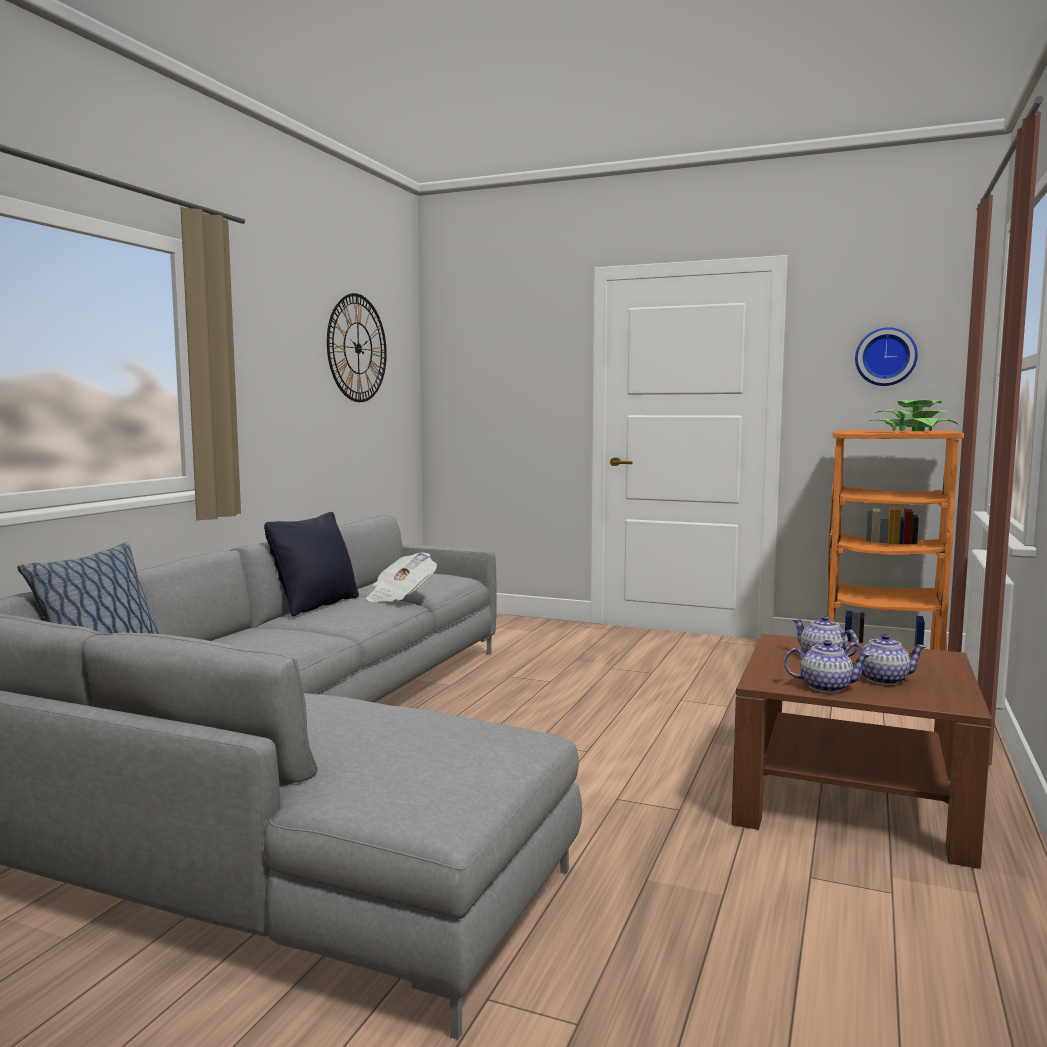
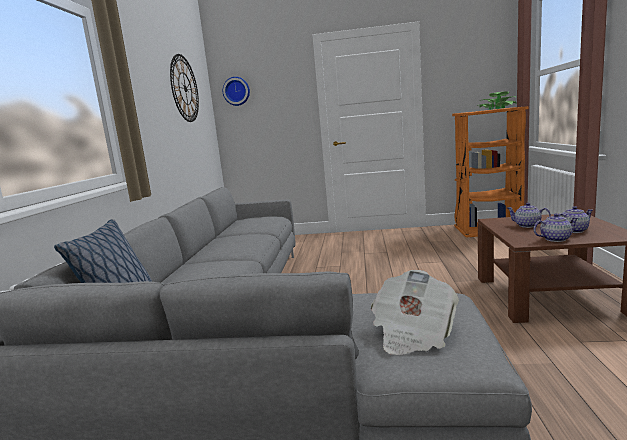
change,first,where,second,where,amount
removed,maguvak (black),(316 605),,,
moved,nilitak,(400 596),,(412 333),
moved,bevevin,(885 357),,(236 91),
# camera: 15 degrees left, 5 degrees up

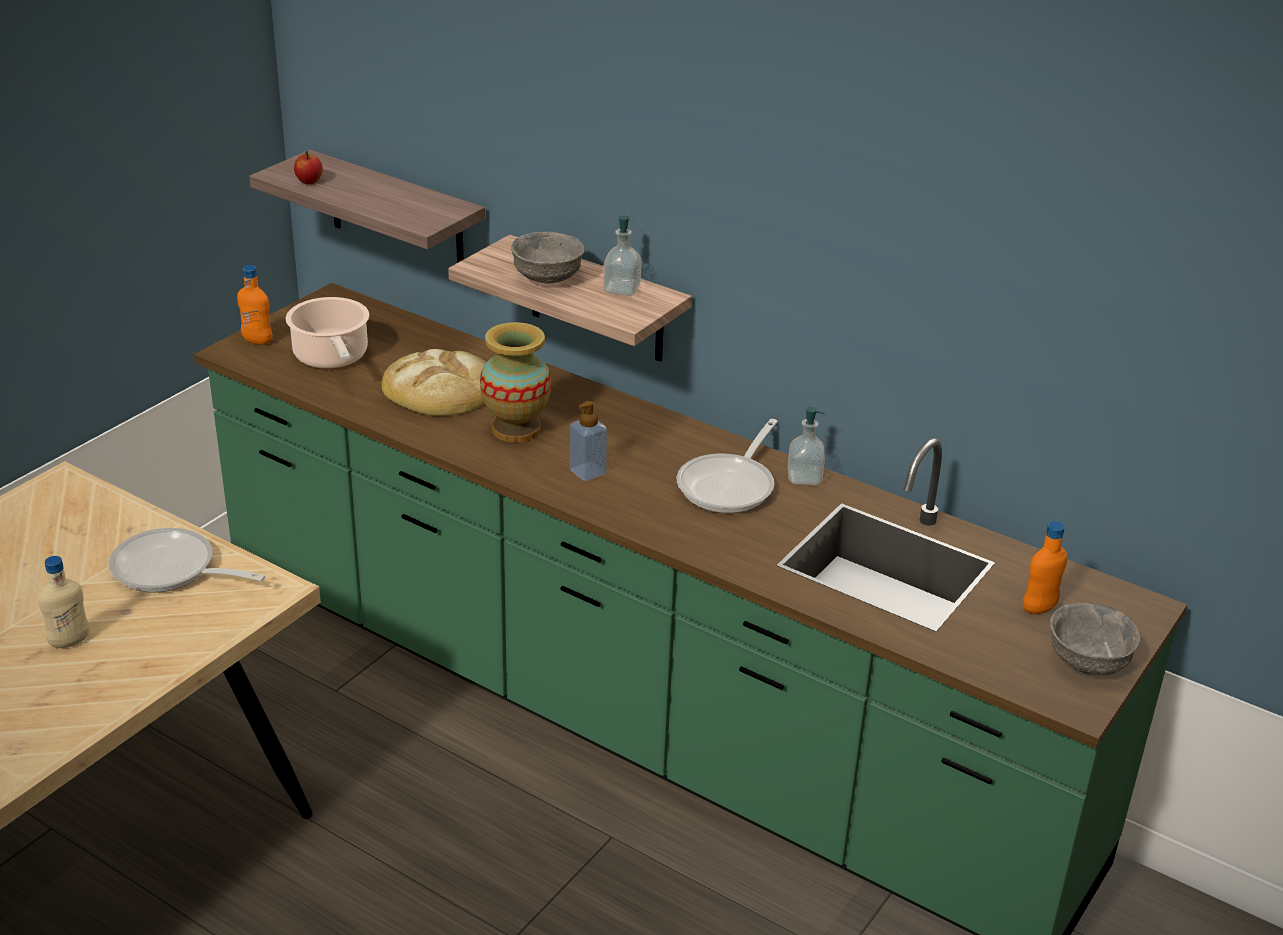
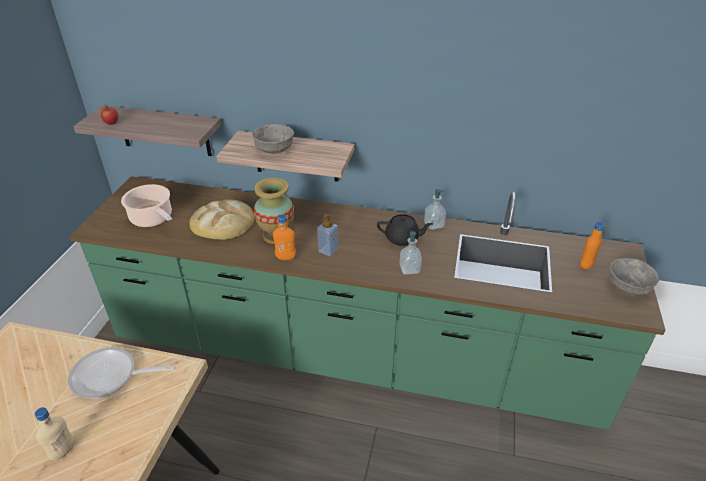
change,first,where,second,where,amount
moved,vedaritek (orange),(257 341),,(286 257),
moved,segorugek,(622 289),,(409 269),
replaced,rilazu,(730 485),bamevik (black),(402 238),
# camera: 20 degrees left, 5 degrees up

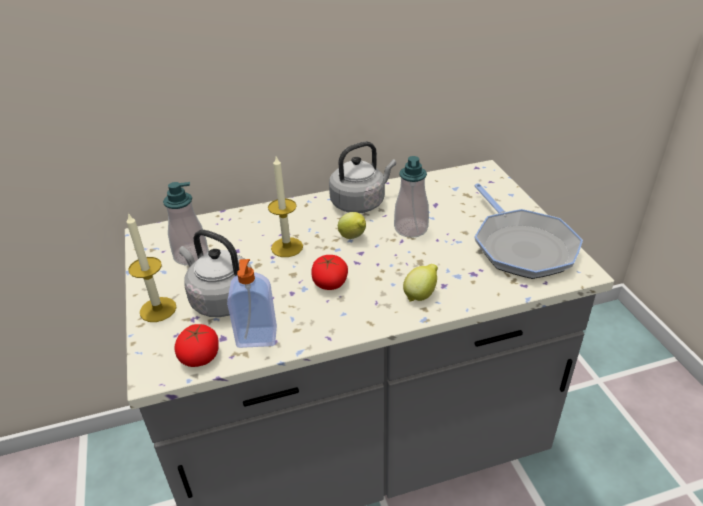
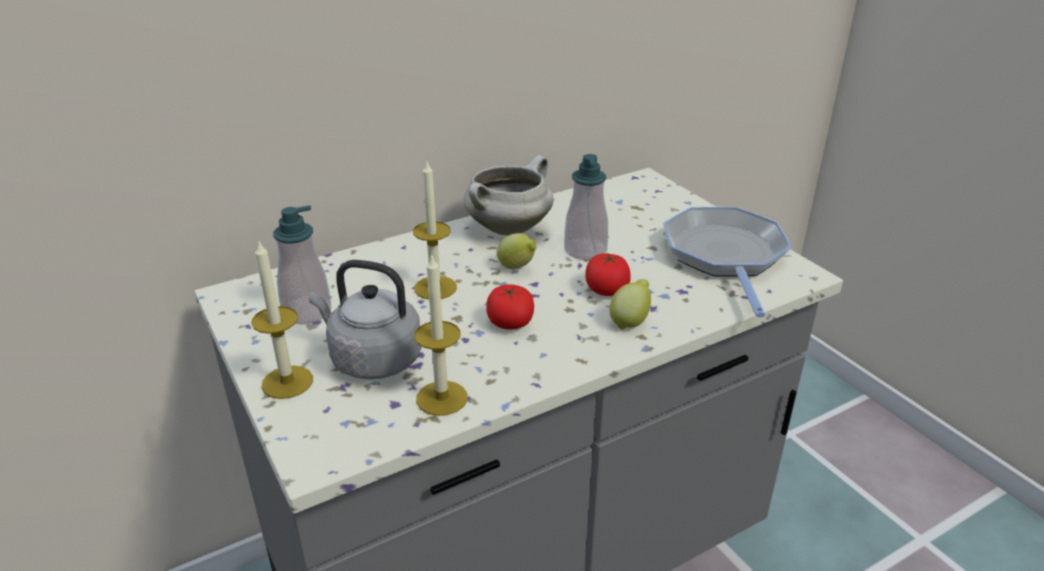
change,first,where,second,where,amount
moved,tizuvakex,(200 356),,(606 289),
replaced,segorugek,(257 338),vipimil,(442 398),
replaced,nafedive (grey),(360 202),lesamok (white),(509 228),
turned,rilazu,(521 246),,(725 256),150 degrees counterclockwise
# camera: 15 degrees left, 5 degrees down

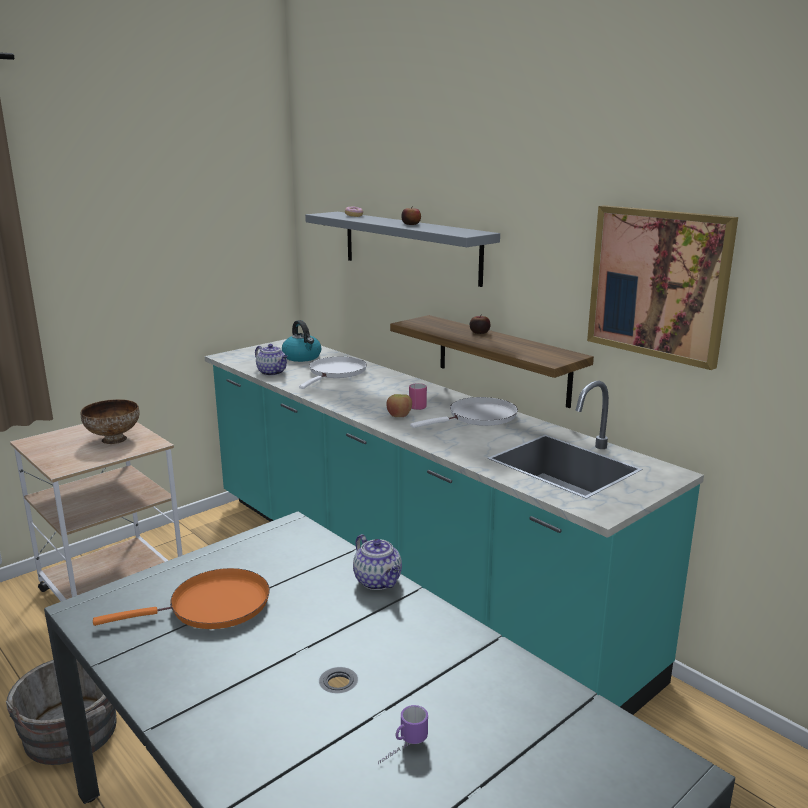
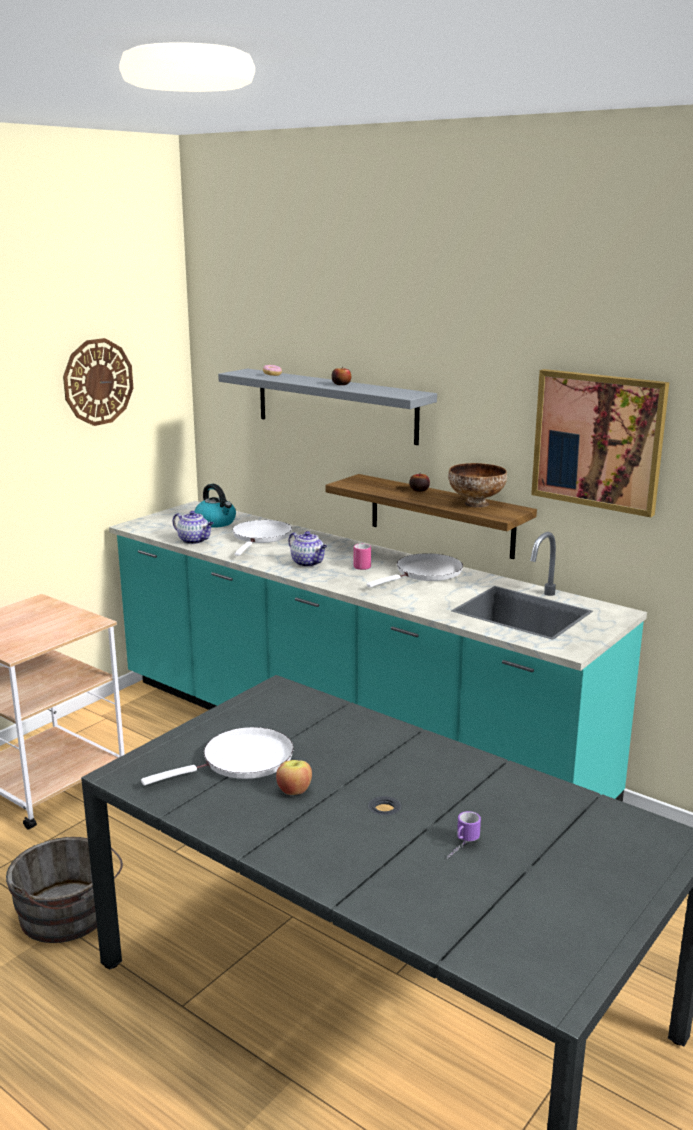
change,first,where,second,where,amount
moved,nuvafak,(113 439),,(475 504),
recoloured,rilazu (orange),(213 606),rilazu (white),(242 761),
moved,bamevik,(378 581),,(308 563),
moved,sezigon,(399 415),,(294 790),
added,,,bevevin,(98 382),
# camera: 10 degrees left, 0 degrees up

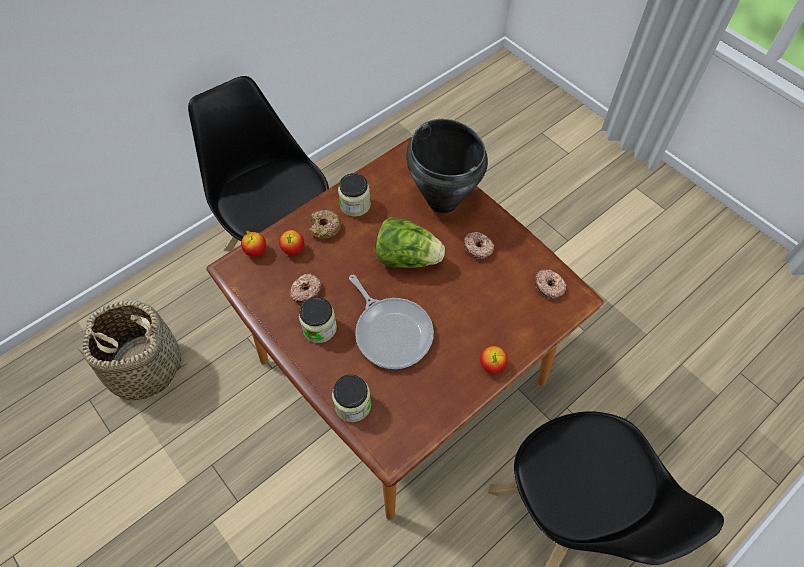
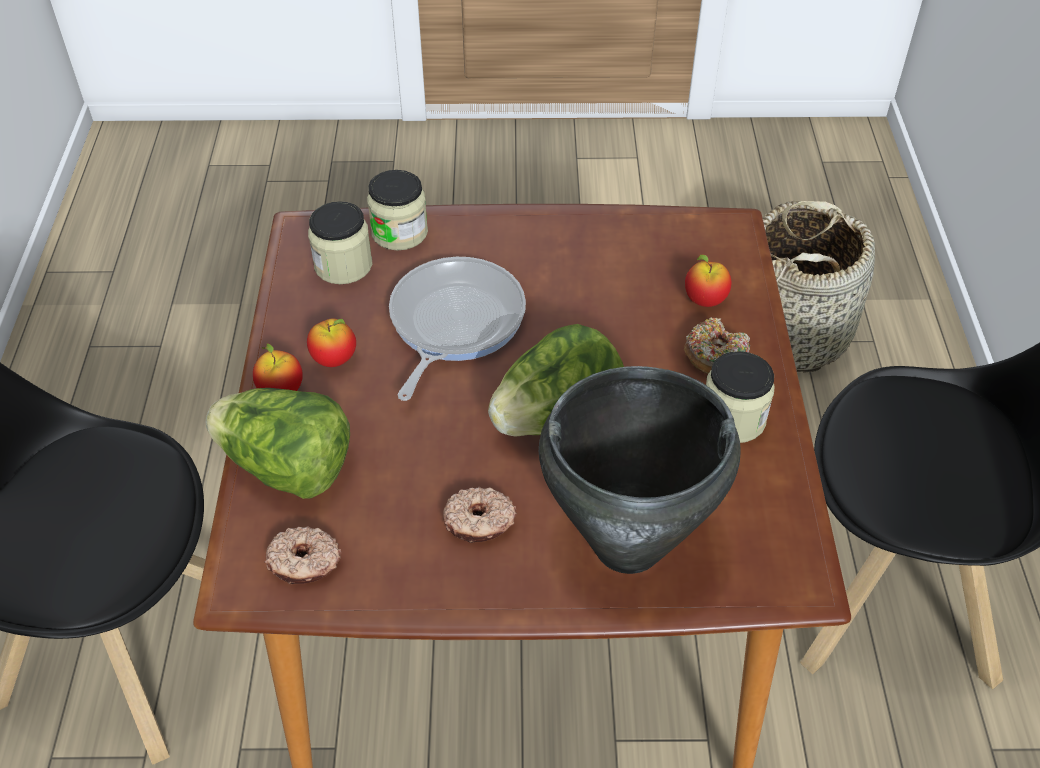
change,first,where,second,where,amount
moved,sezigon,(255 251),,(334 359),
removed,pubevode,(306 291),,,
moved,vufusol,(319 328),,(343 265),
turned,rilazu,(391 332),,(453 323),105 degrees clockwise
added,,,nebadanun,(287 468),
# camera: 130 degrees right, 10 degrees down

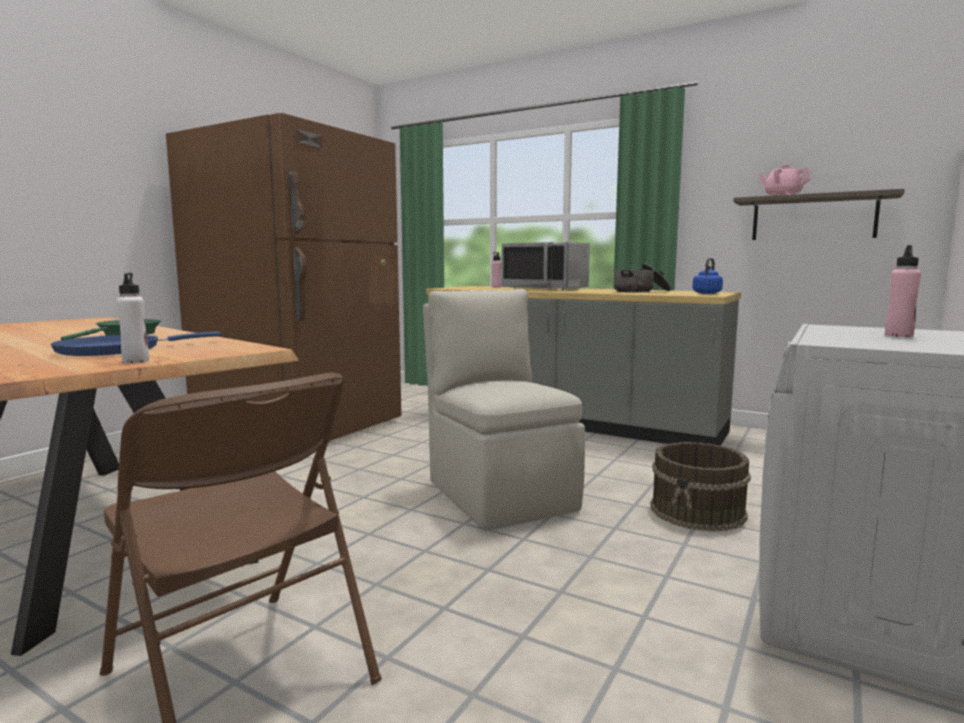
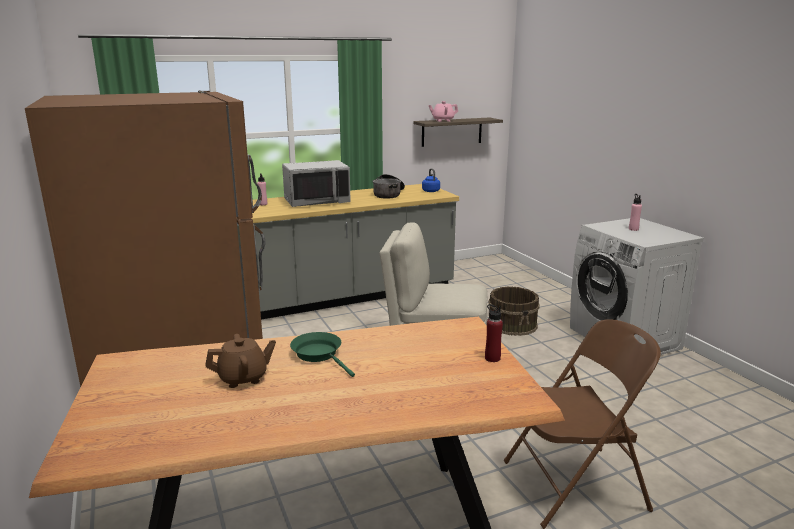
change,first,where,second,where,amount
removed,rilazu (blue),(116 350),,,
recoloured,vedaritek (white),(136 361),vedaritek (red),(492 358),
added,,,bamevik (brown),(243 378),
# camera: 55 degrees left, 10 degrees up

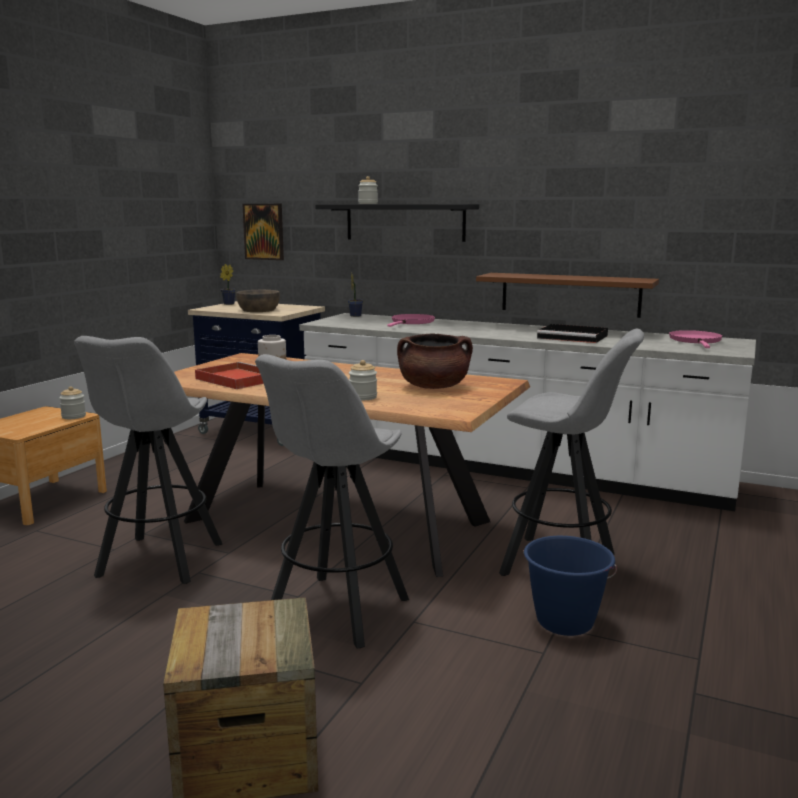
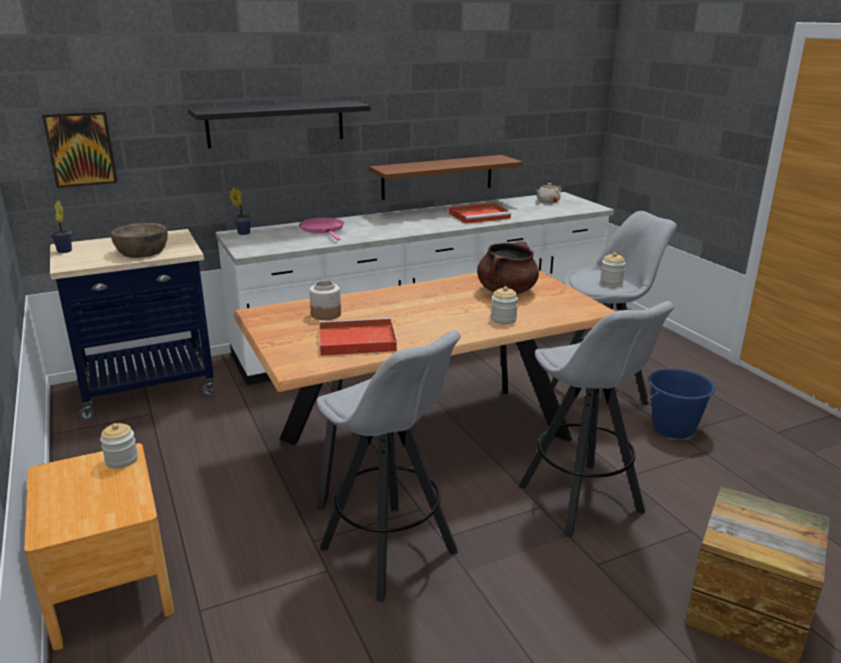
change,first,where,second,where,amount
moved,vufusol,(368 203),,(611 281),
recoloured,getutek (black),(574 337),getutek (red),(480 216),
replaced,rilazu (pink),(696 341),bamevik (beige),(547 201),
# camera: 50 degrees left, 10 degrees up

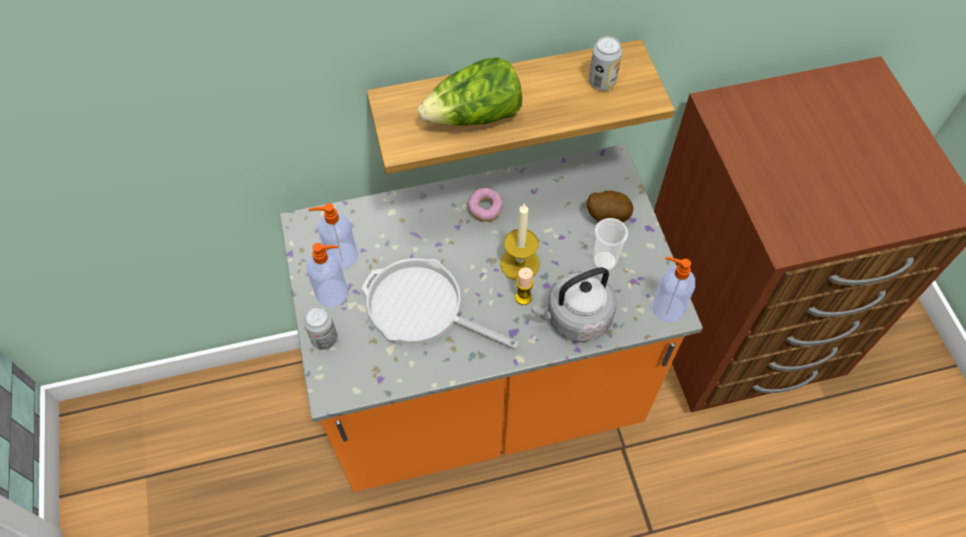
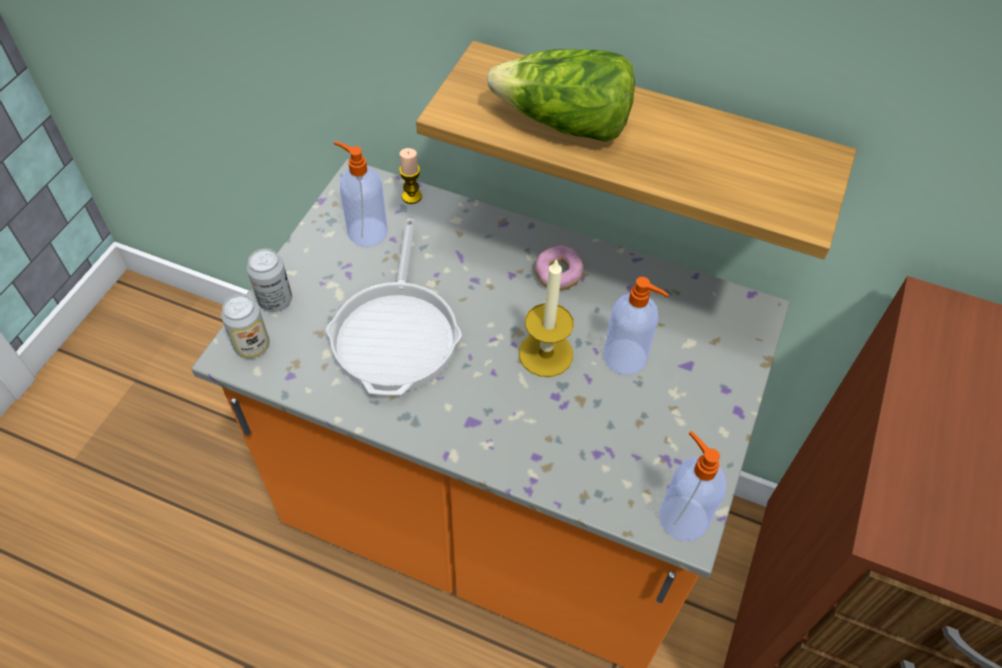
change,first,where,second,where,amount
moved,segorugek,(333 293),,(626 358),
turned,rilazu,(421 309),,(397 333),150 degrees counterclockwise
moved,vipimil,(523 297),,(411 196),
removed,nafedive (grey),(575 318),,,
removed,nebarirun,(607 216),,,
moved,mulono,(602 82),,(252 346),
removed,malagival,(604 261),,,
# camera: 35 degrees right, 5 degrees down

